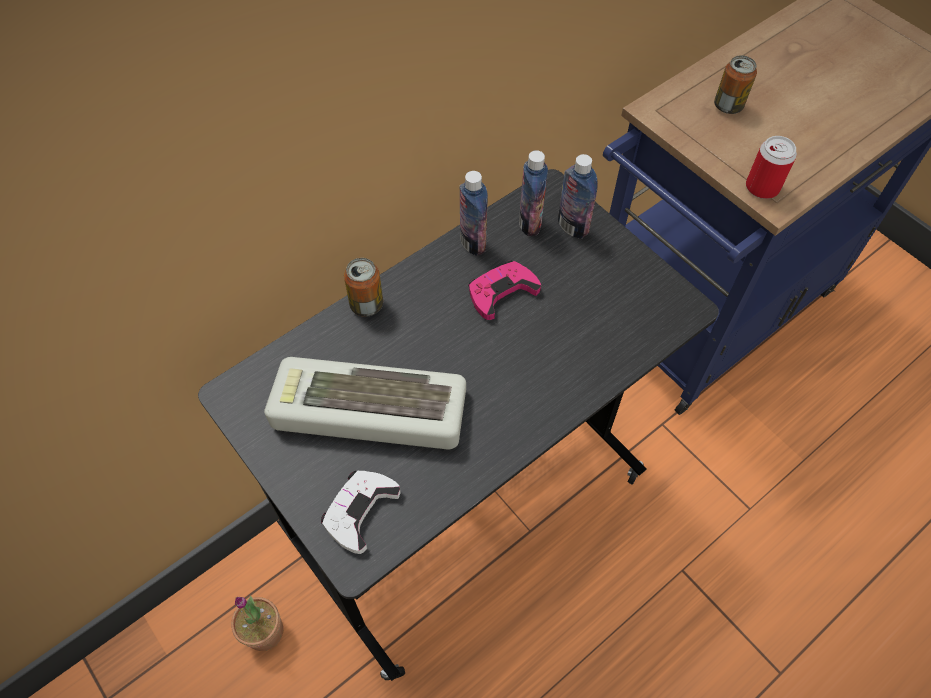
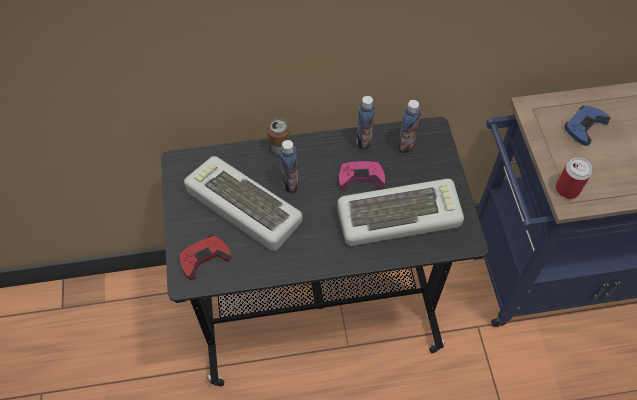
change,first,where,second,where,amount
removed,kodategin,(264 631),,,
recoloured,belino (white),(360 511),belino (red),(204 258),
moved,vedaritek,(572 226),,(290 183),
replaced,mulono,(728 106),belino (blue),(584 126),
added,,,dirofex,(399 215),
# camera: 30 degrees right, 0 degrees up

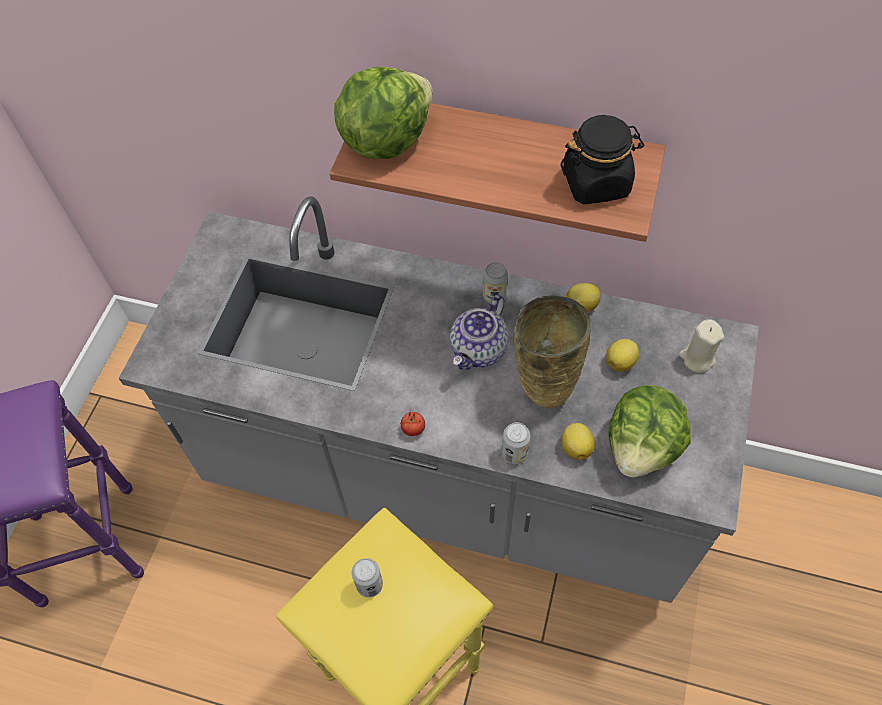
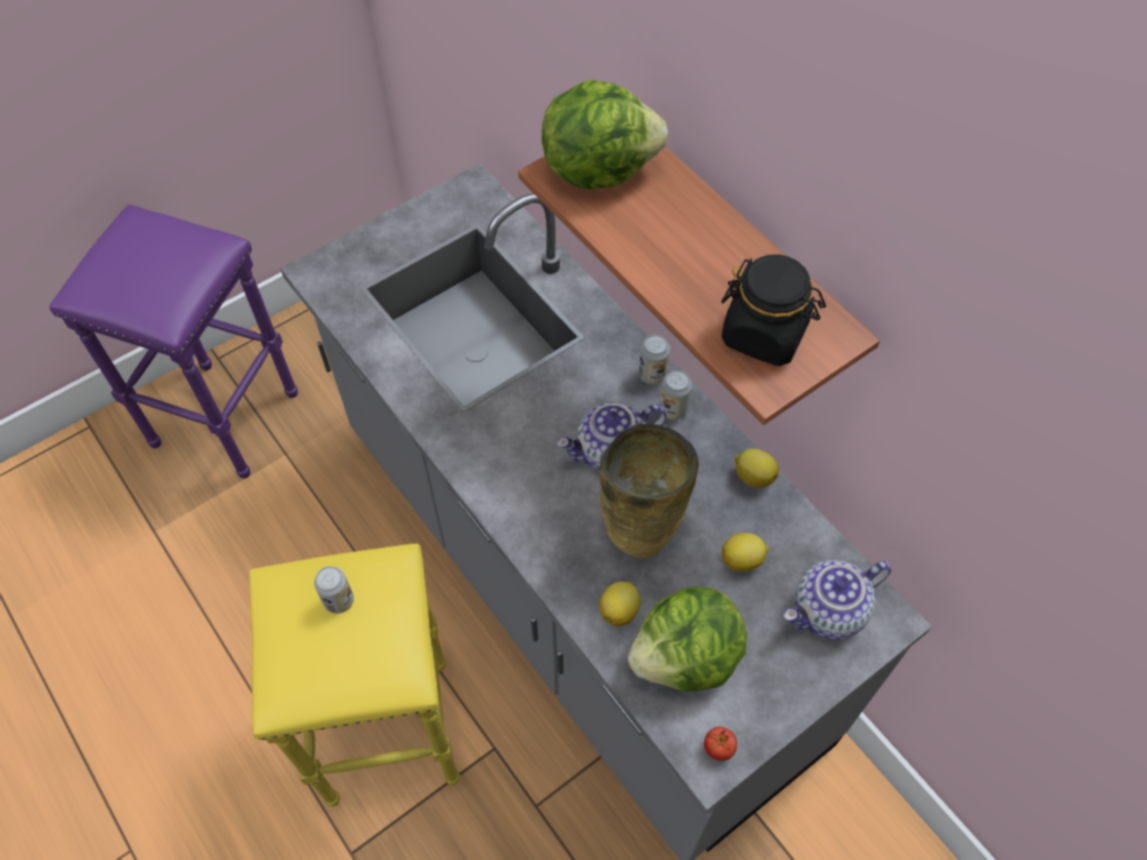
change,first,where,second,where,amount
moved,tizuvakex,(413 429),,(718 748),
moved,mulono,(514 453),,(652 374),
replaced,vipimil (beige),(697 358),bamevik,(828 612),
# camera: 35 degrees right, 0 degrees up

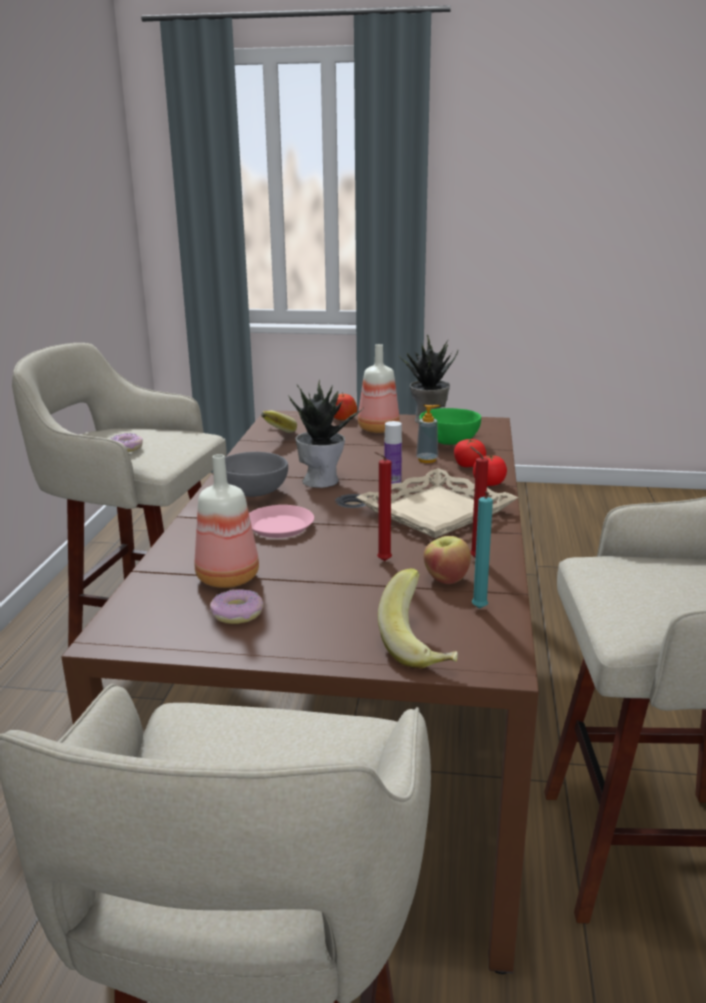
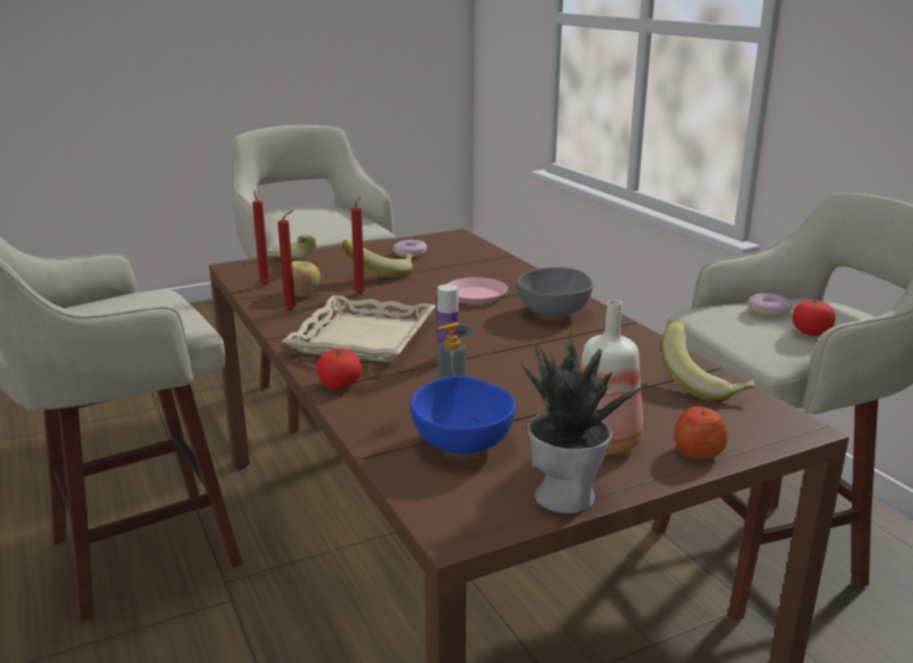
change,first,where,second,where,amount
removed,vedaritek,(229 578),,,
removed,kodategin,(321 480),,,
recoloured,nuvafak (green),(447 443),nuvafak (blue),(464 442),
moved,tizuvakex,(469 465),,(811 332),
recoloured,vipimil (turquoise),(479 610),vipimil (red),(264 284),
added,,,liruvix,(381 273),
# camera: 145 degrees right, 0 degrees up

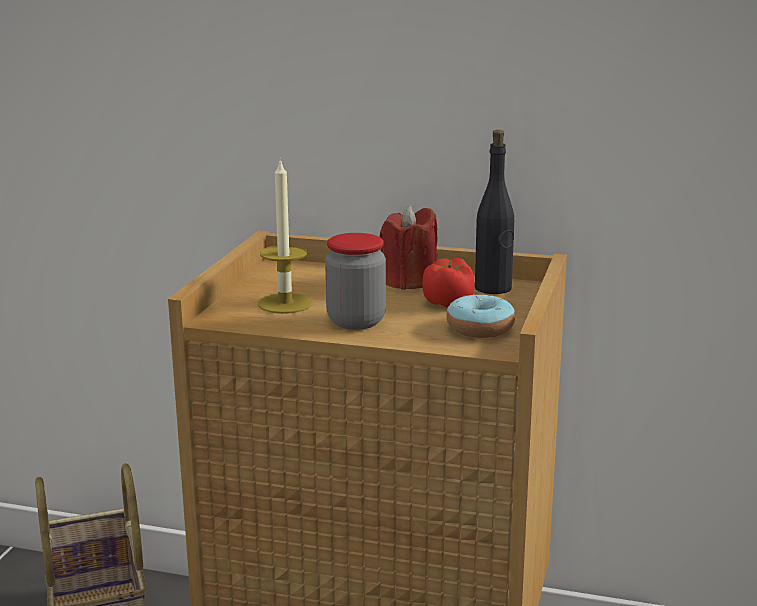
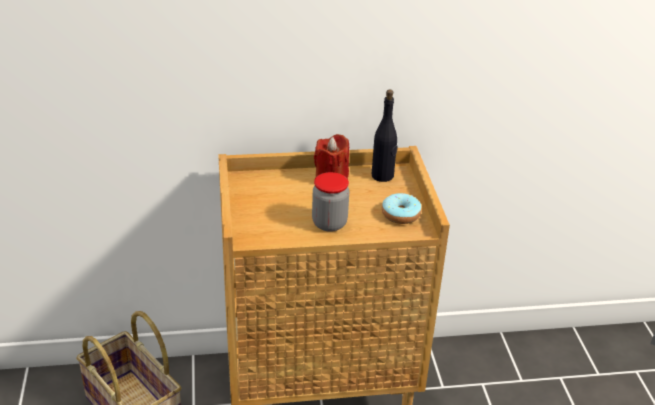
change,first,where,second,where,amount
removed,vipimil,(285 303),,,
removed,tizuvakex,(448 302),,,
# camera: 25 degrees left, 15 degrees up

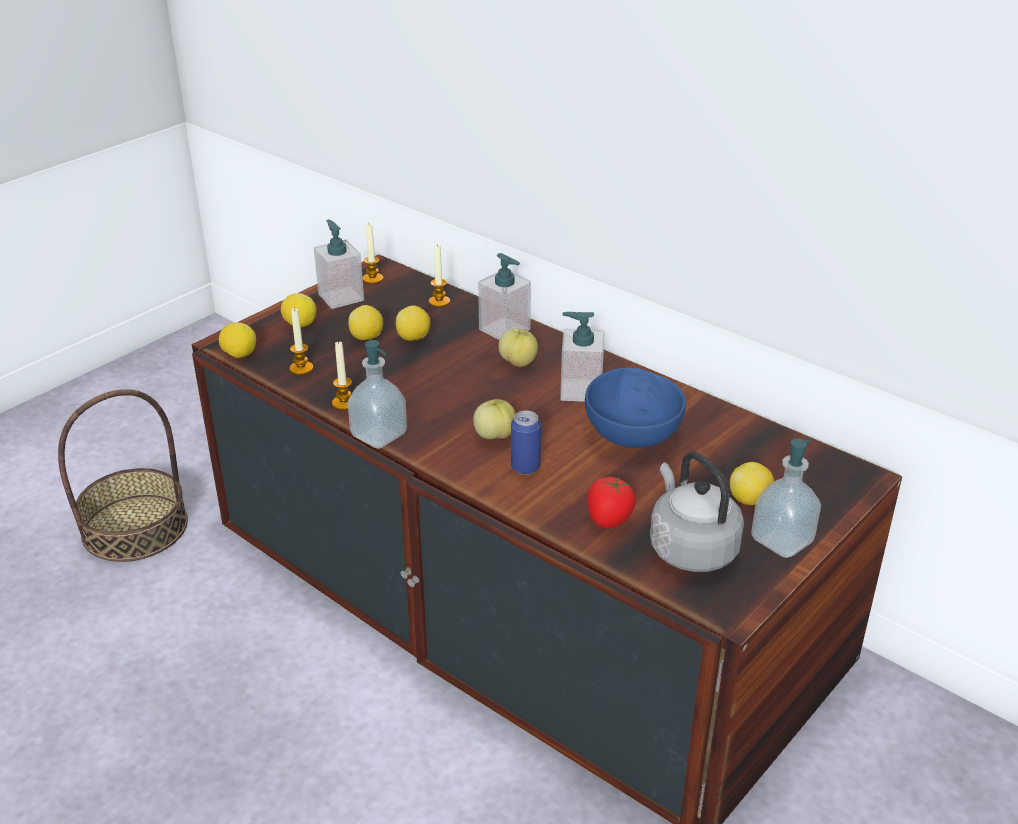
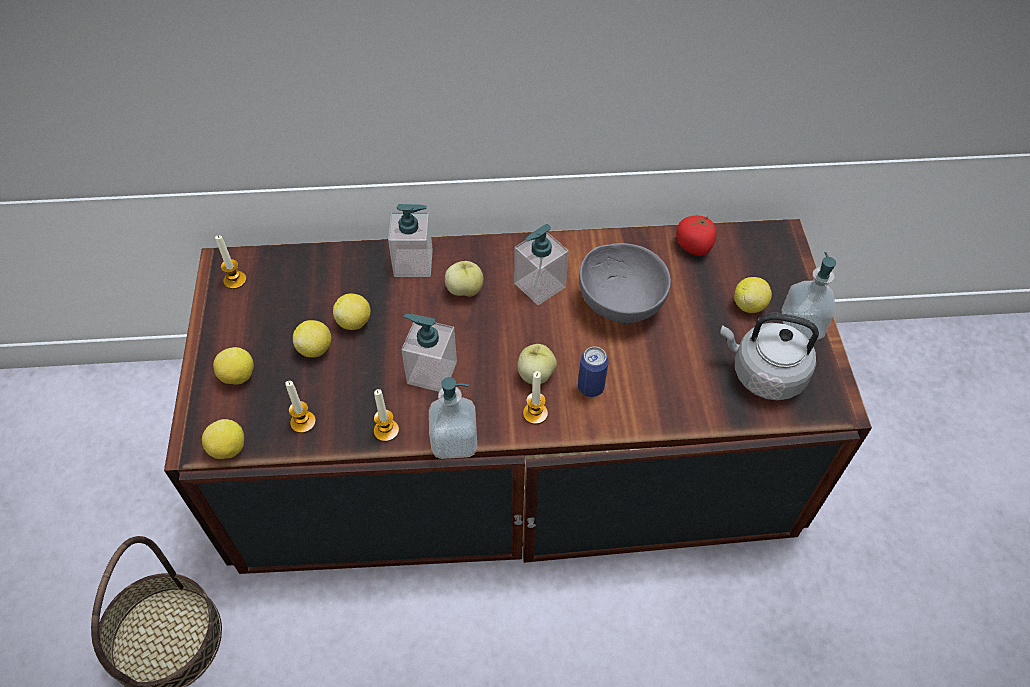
change,first,where,second,where,amount
moved,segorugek,(341 297),,(431 372),
moved,vipimil,(439 302),,(535 413),
recoloured,nuvafak (blue),(633 434),nuvafak (grey),(620 300),
moved,tizuvakex,(608 518),,(694 246),
# camera: 45 degrees left, 20 degrees up

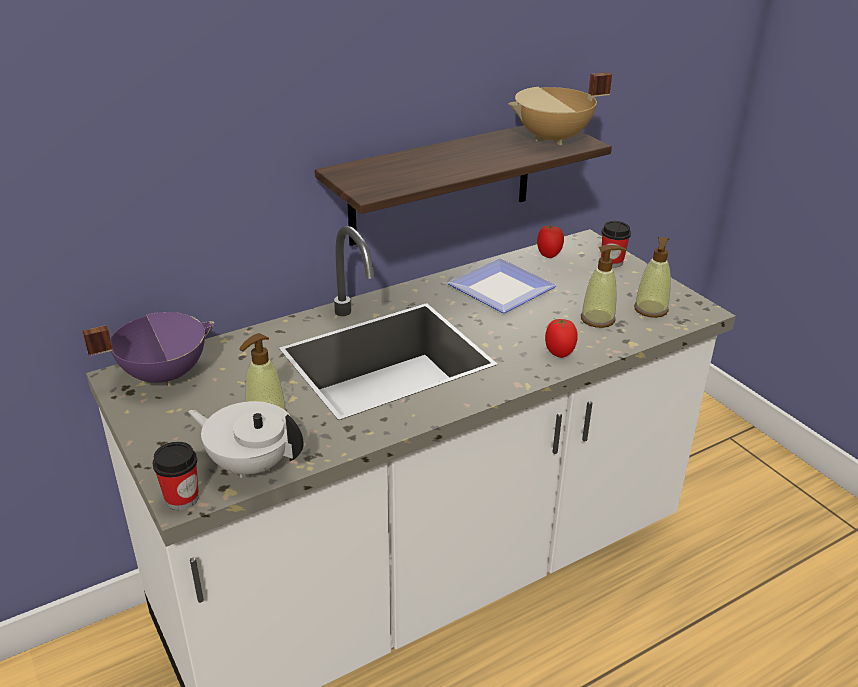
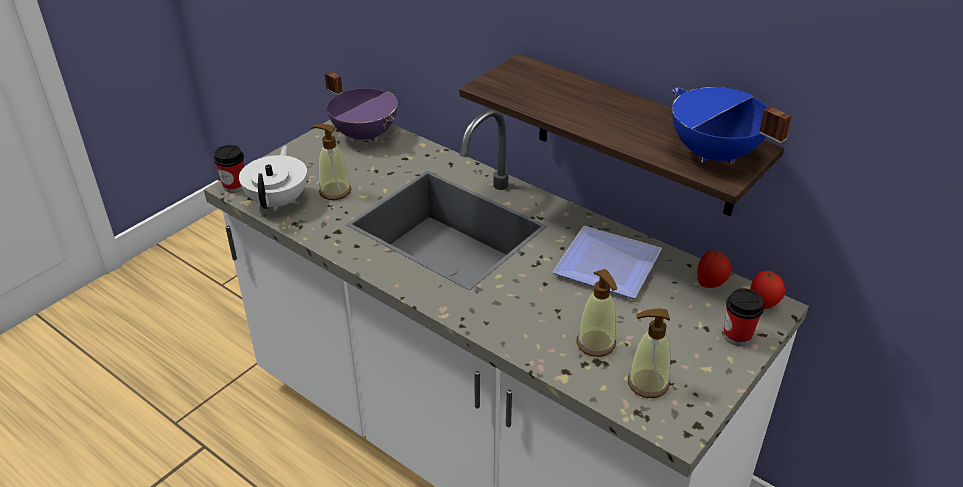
change,first,where,second,where,amount
recoloured,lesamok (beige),(553 139),lesamok (blue),(713 155),
moved,tizuvakex,(559 353),,(763 305),
# camera: 70 degrees right, 5 degrees up

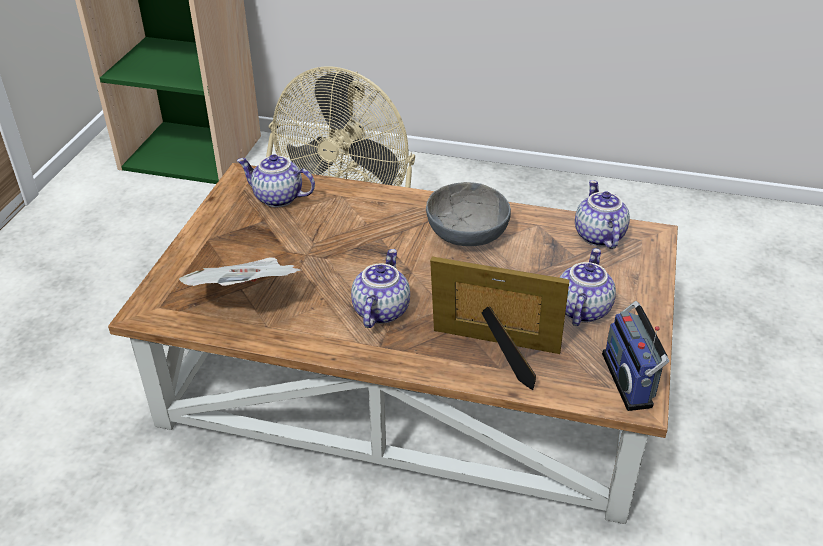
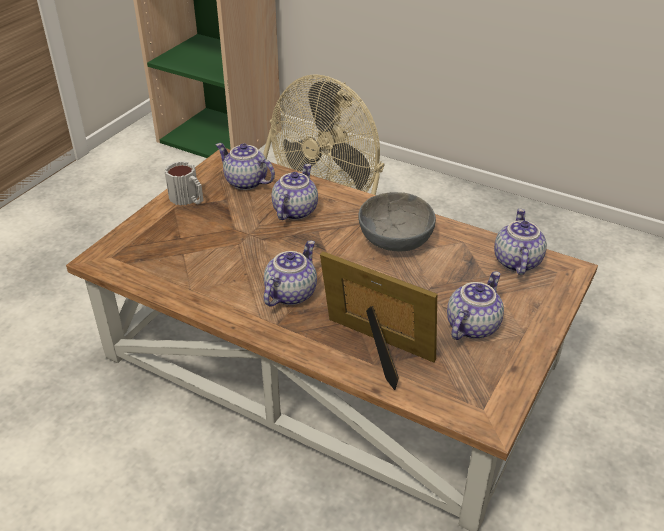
change,first,where,second,where,amount
removed,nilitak,(247 296),,,
removed,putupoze,(631 379),,,
added,,,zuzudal,(188 199),
added,,,bamevik,(294 210),
# camera: 15 degrees right, 0 degrees up

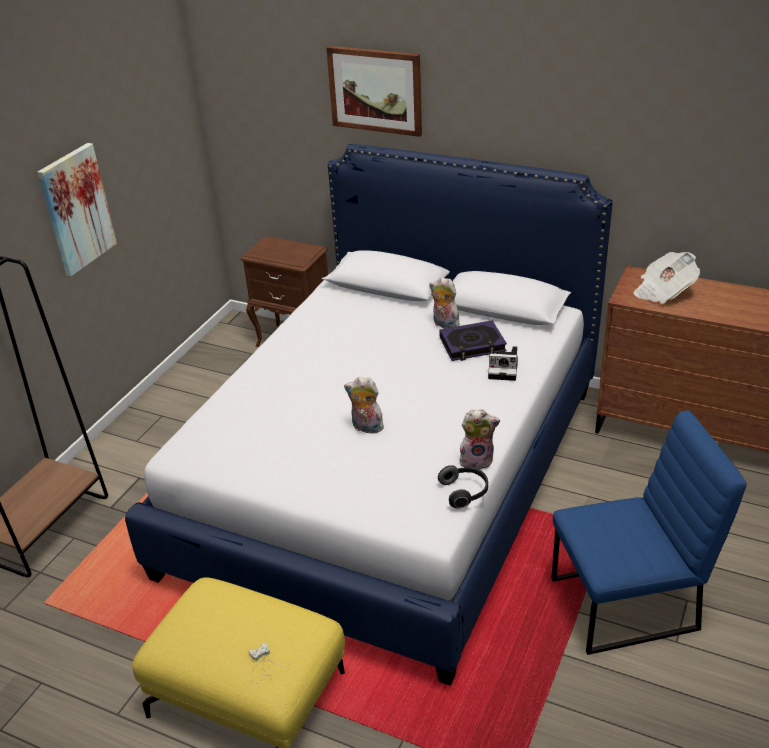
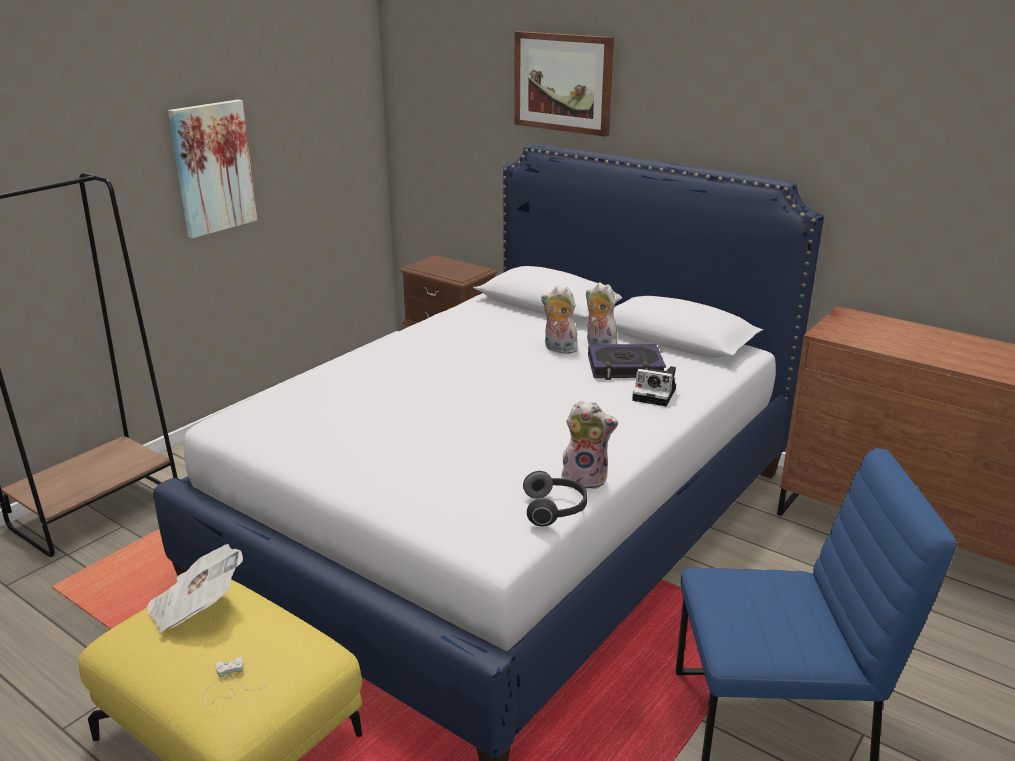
change,first,where,second,where,amount
moved,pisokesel,(366 428),,(558 349),
moved,nilitak,(663 291),,(197 608),
# camera: 10 degrees right, 10 degrees down

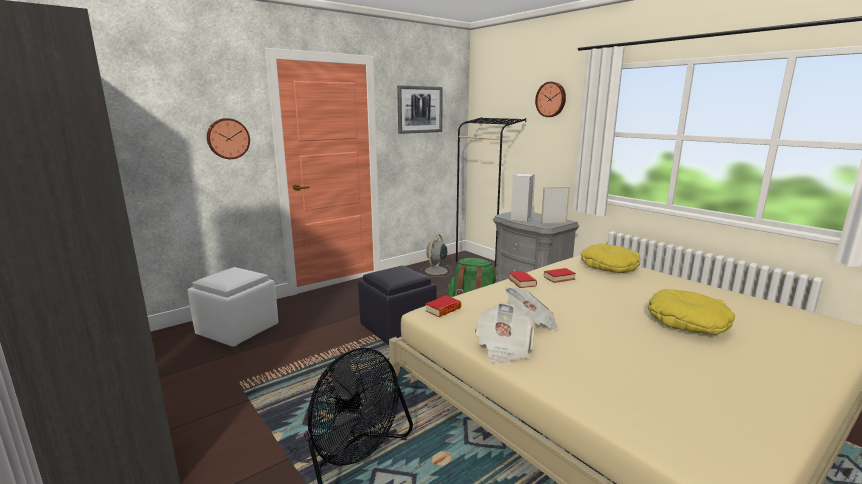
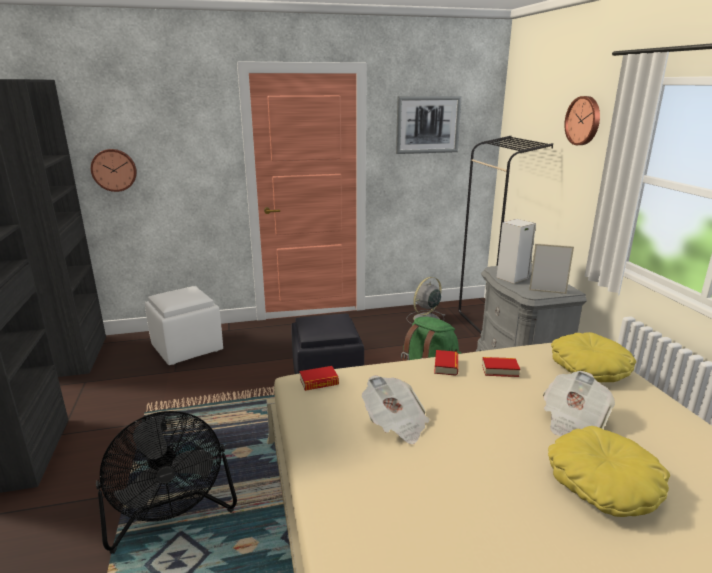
change,first,where,second,where,amount
moved,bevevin,(228 138),,(114 170),
moved,nilitak,(503 348),,(572 420),
# camera: 25 degrees right, 5 degrees up

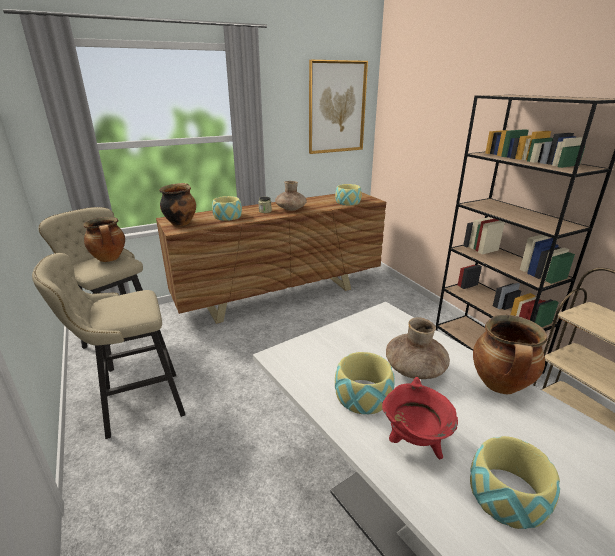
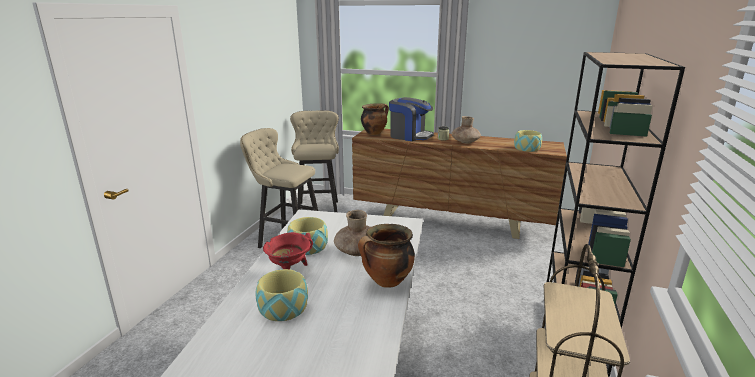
change,first,where,second,where,amount
removed,lesamok,(110 259),,,
replaced,nuvafak,(227 216),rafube,(410 136),
removed,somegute,(336 107),,,
# camera: 45 degrees right, 5 degrees down

